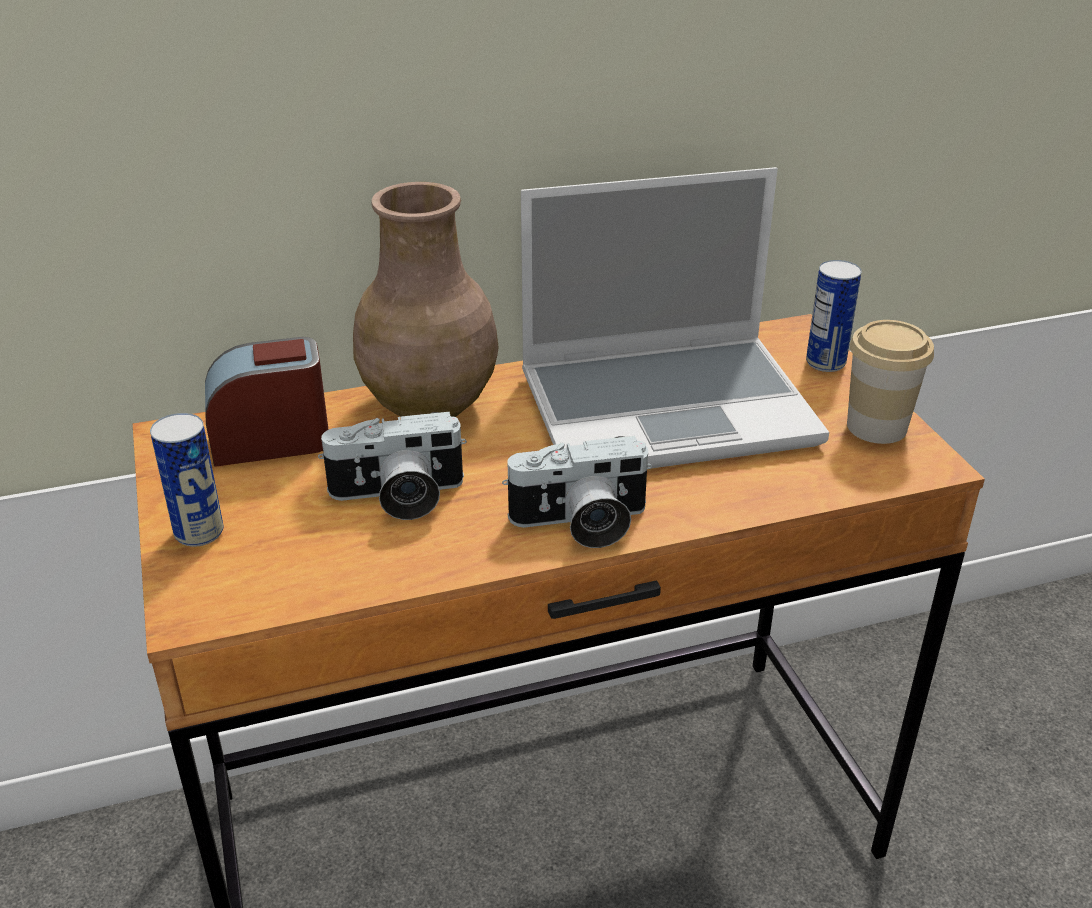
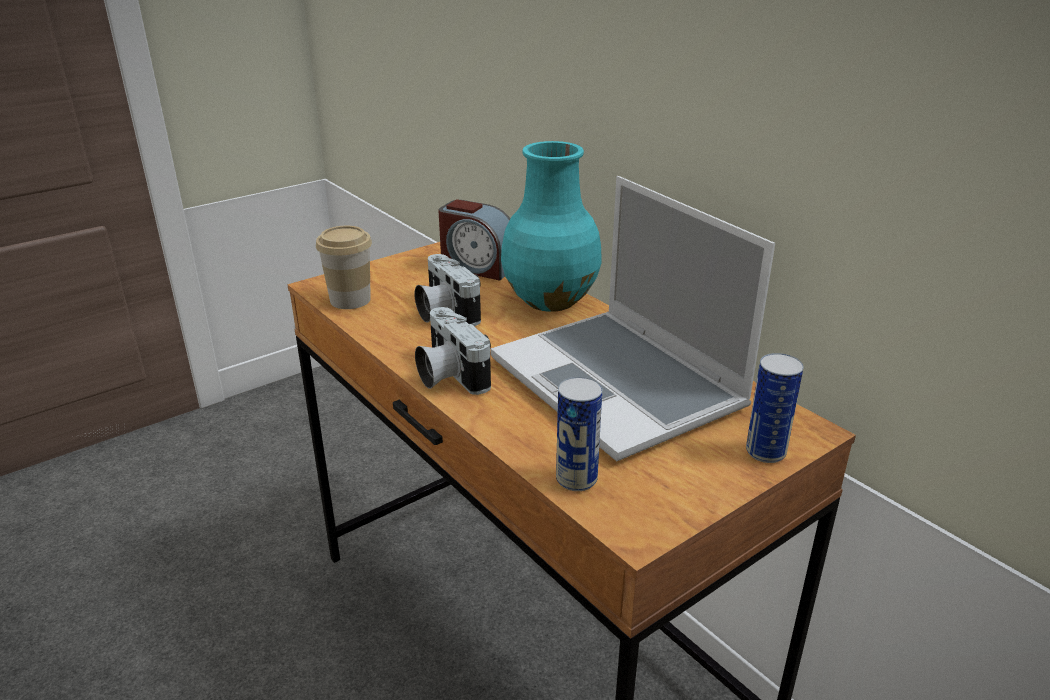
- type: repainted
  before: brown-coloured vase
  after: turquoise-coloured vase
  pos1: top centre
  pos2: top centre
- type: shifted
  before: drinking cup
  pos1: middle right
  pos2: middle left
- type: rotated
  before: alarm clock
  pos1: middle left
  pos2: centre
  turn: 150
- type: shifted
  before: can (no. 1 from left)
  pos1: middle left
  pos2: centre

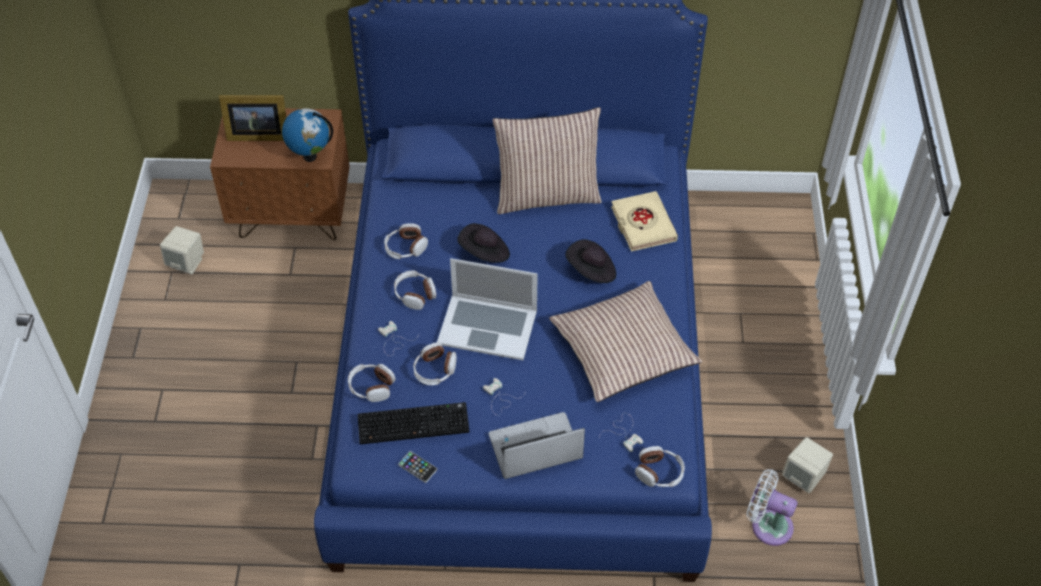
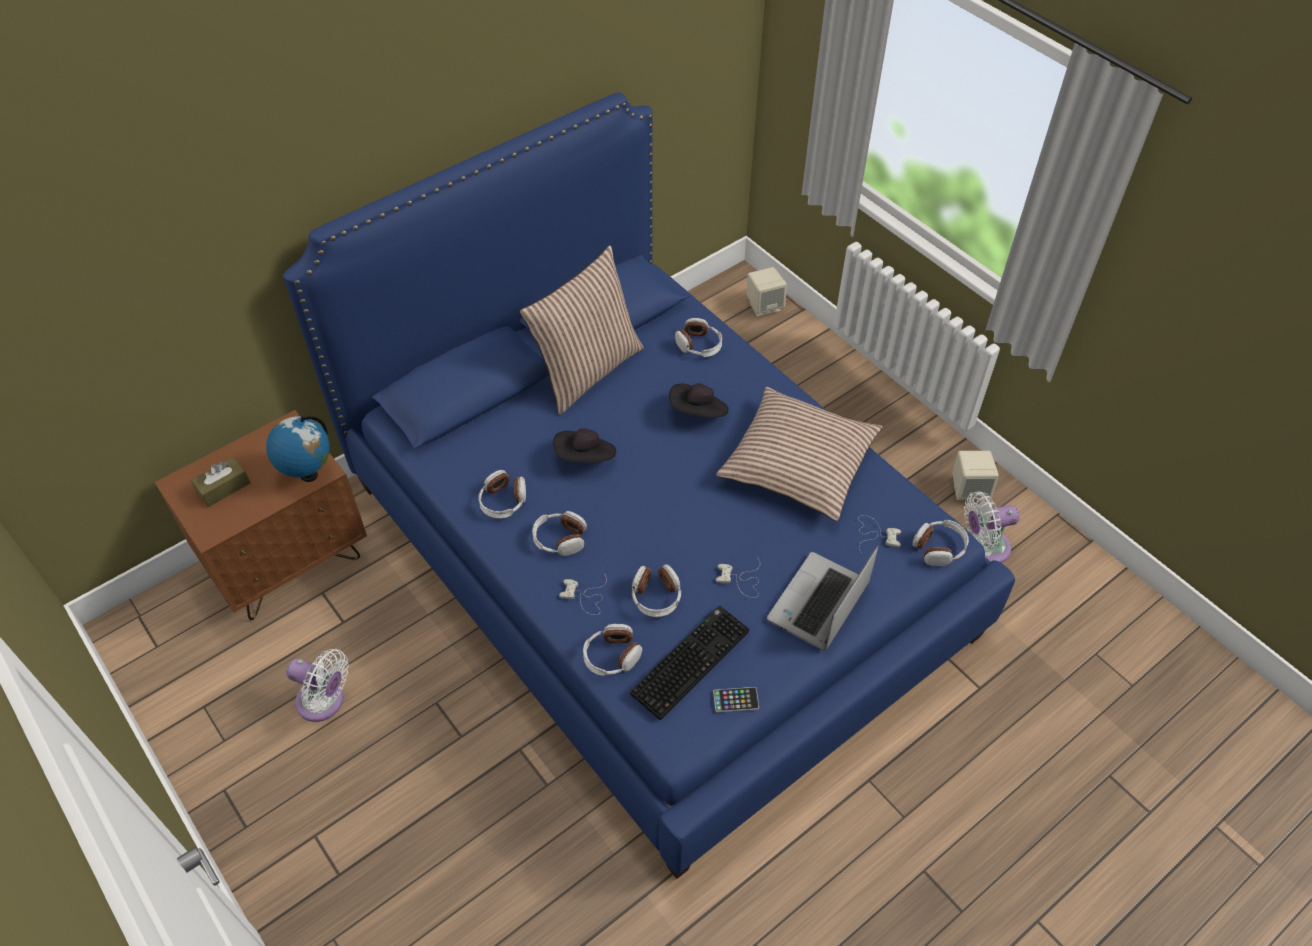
- type: swapped
  before: picture frame
  after: brown-coloured tissue box
  pos1: top left
  pos2: middle left
- type: swapped
  before: beige bound book
  after: headphones (no. 5 from left)
  pos1: centre
  pos2: centre
- type: shifted
  before: beige audio speaker (no. 1 from left)
  pos1: middle left
  pos2: top centre
- type: gone
  before: notebook computer (no. 1 from left)
  pos1: centre
- type: new
  after: white-coloured fan (no. 1 from left)
  pos2: bottom left

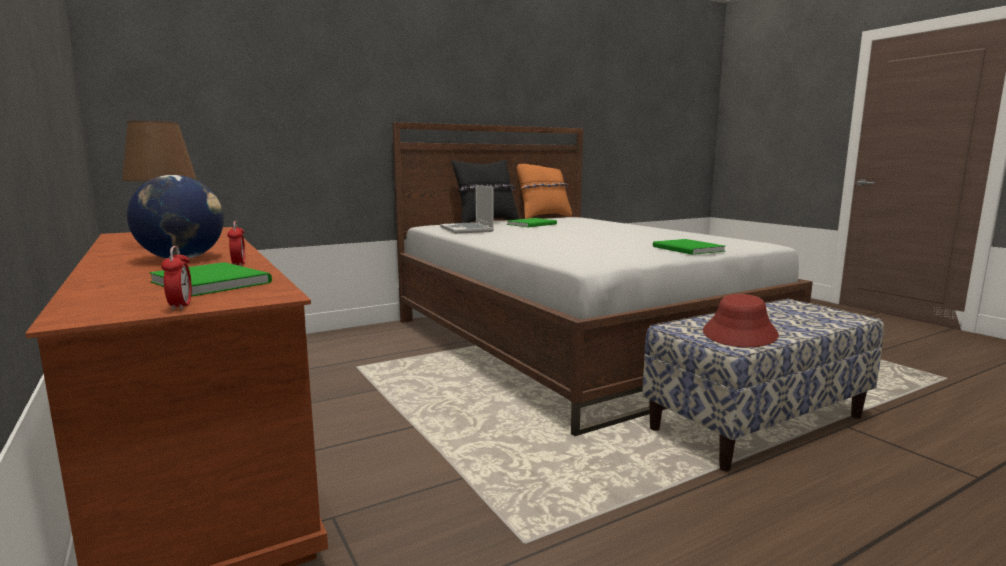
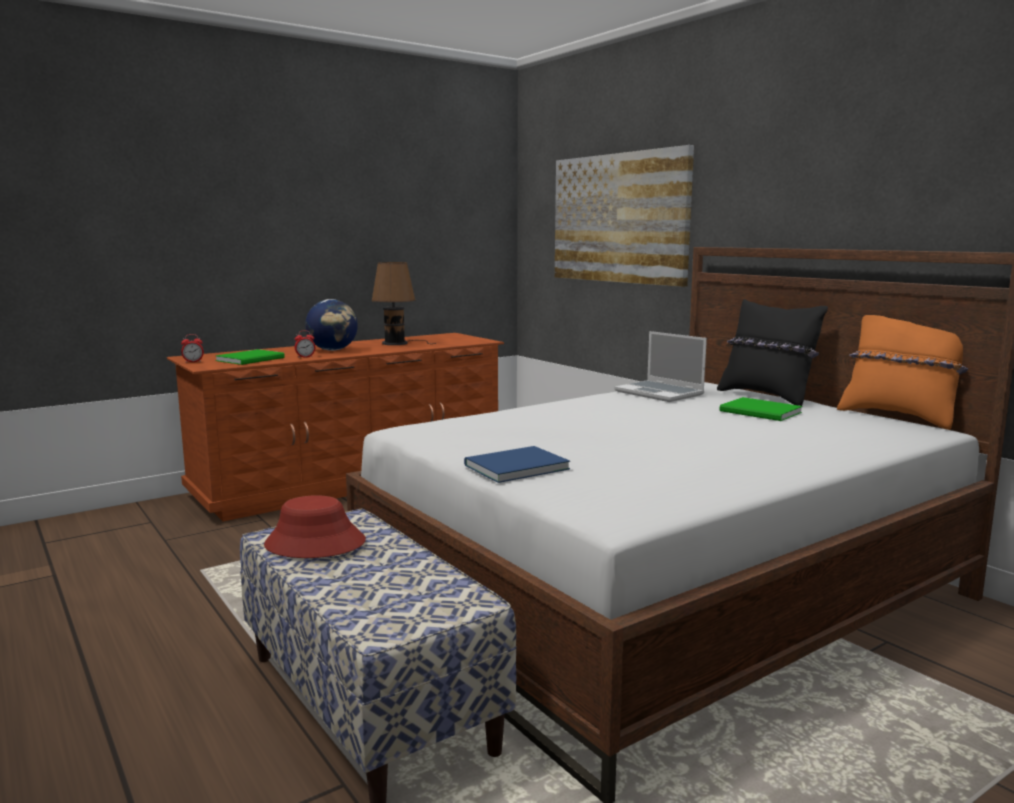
- type: rotated
  before: notebook computer
  pos1: centre
  pos2: centre
  turn: -105
- type: repainted
  before: green-coloured bound book (no. 3 from left)
  after: blue bound book
  pos1: middle right
  pos2: centre
- type: new
  after: wall picture
  pos2: top centre

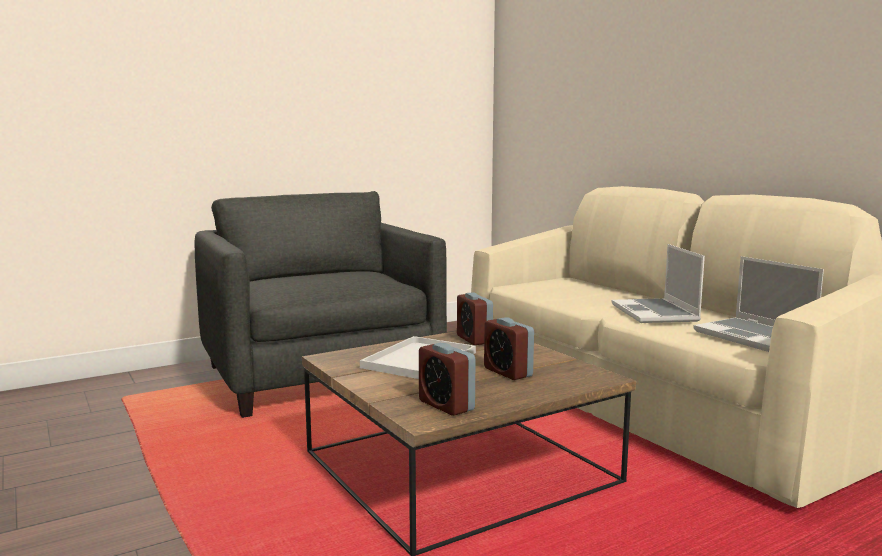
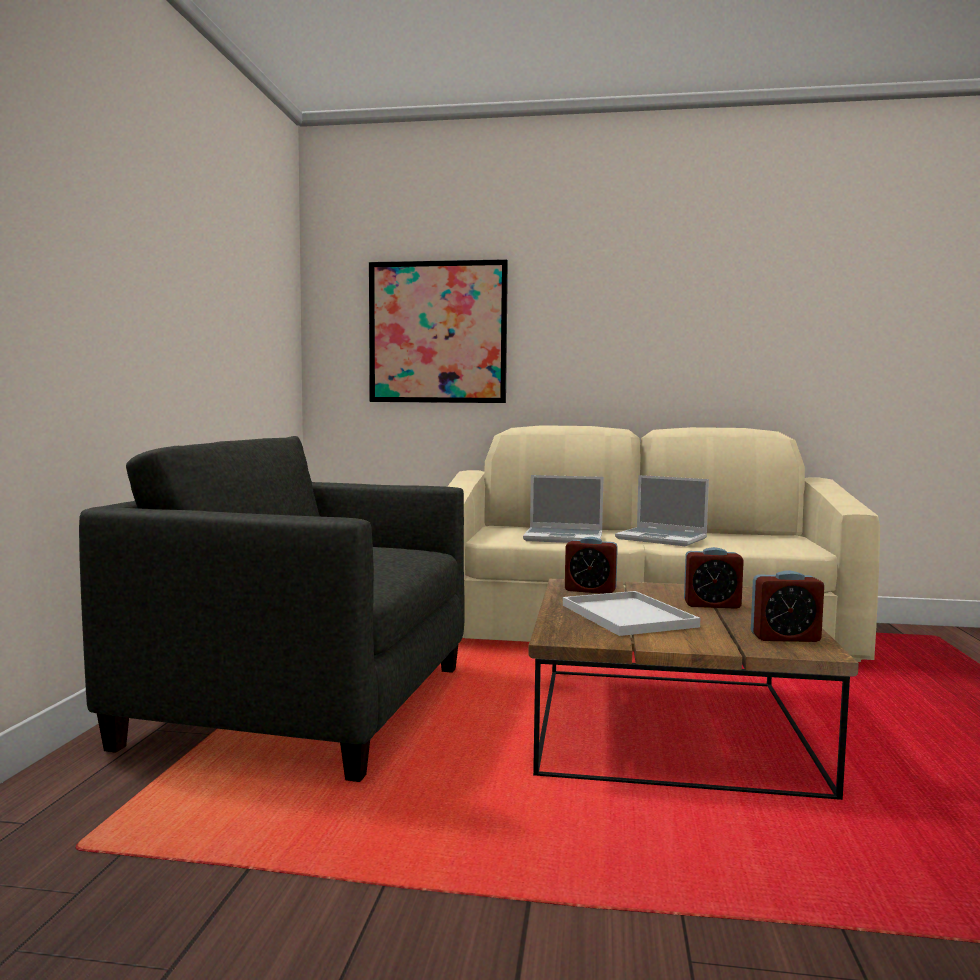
- type: shifted
  before: notebook computer (no. 2 from left in the first image)
  after: notebook computer (no. 1 from left)
  pos1: middle right
  pos2: centre
- type: new
  after: wall picture
  pos2: centre

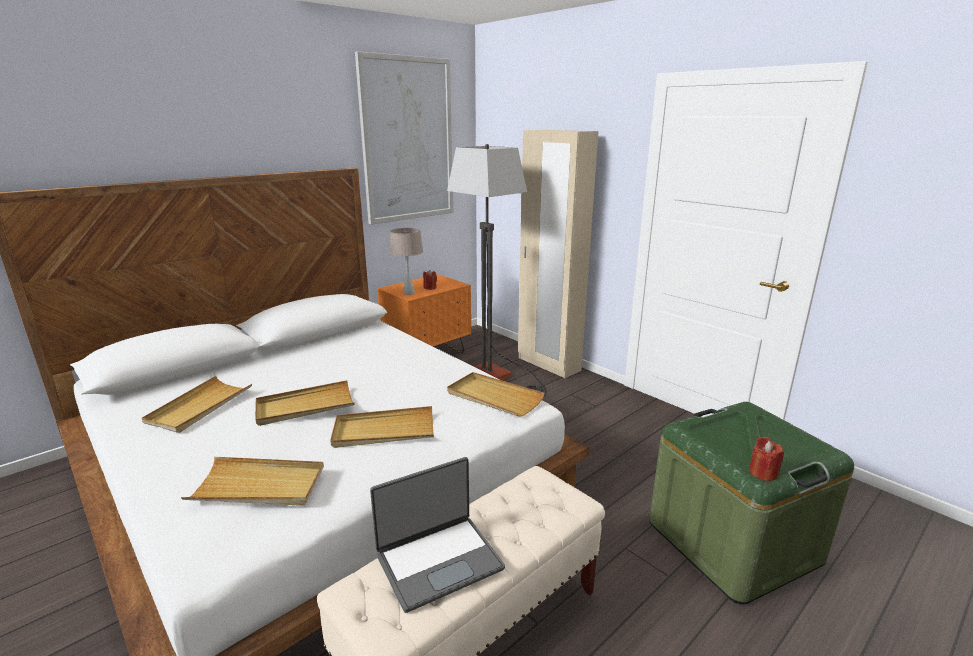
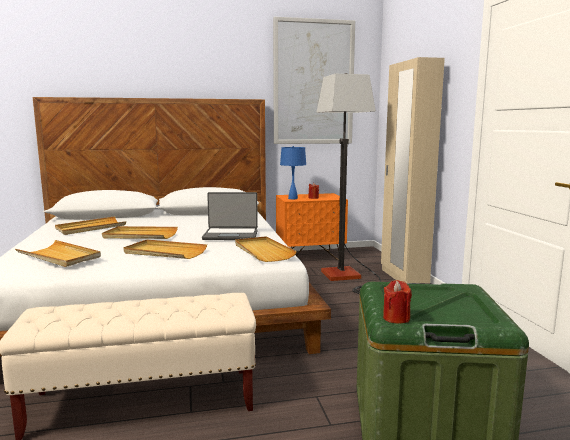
- type: repainted
  before: beige tabletop lamp
  after: blue tabletop lamp
  pos1: centre
  pos2: centre
- type: shifted
  before: notebook computer
  pos1: bottom centre
  pos2: centre

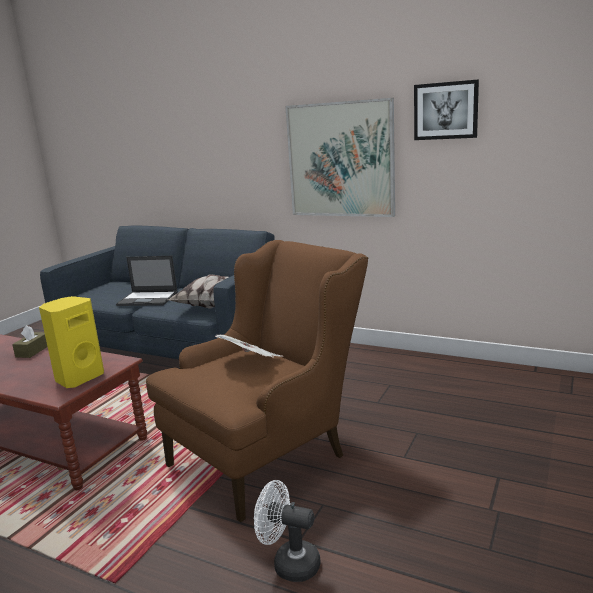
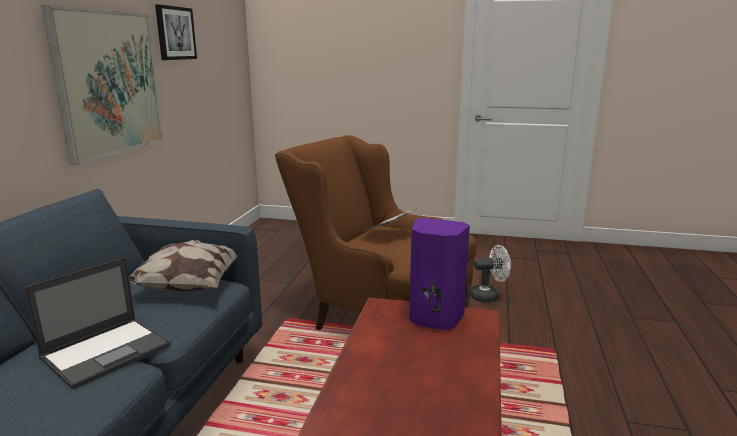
- type: rotated
  before: notebook computer
  pos1: middle left
  pos2: bottom left
  turn: 45
- type: repainted
  before: yellow audio speaker
  after: purple audio speaker
  pos1: middle left
  pos2: centre
- type: gone
  before: brown-coloured tissue box
  pos1: middle left
- type: rotated
  before: white-coloured fan
  pos1: bottom centre
  pos2: centre
  turn: -105

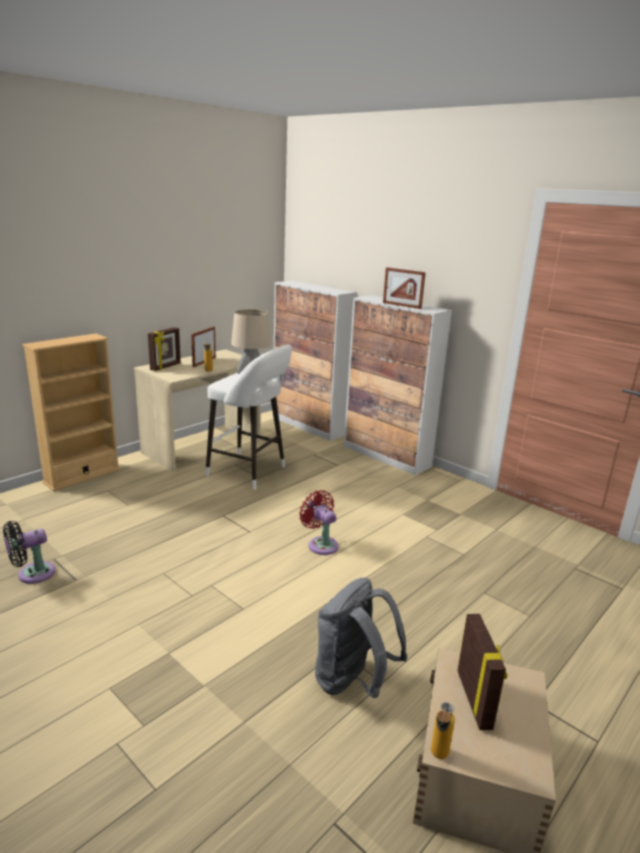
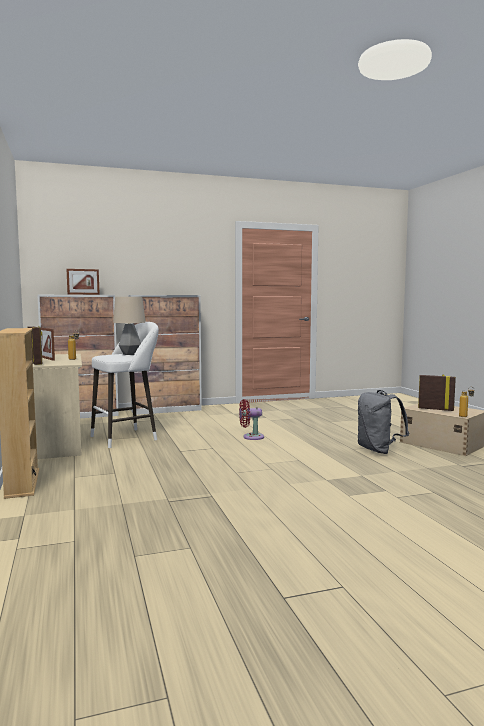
- type: shifted
  before: picture frame (no. 3 from left)
  pos1: centre
  pos2: middle left
- type: gone
  before: black fan
  pos1: middle left

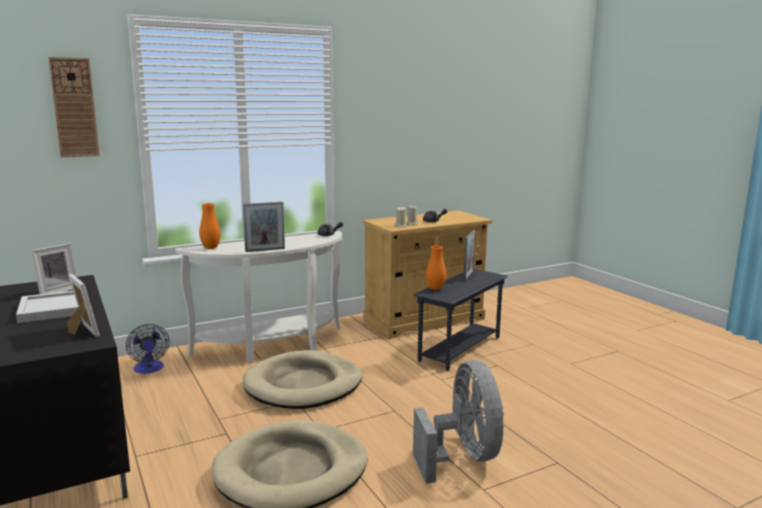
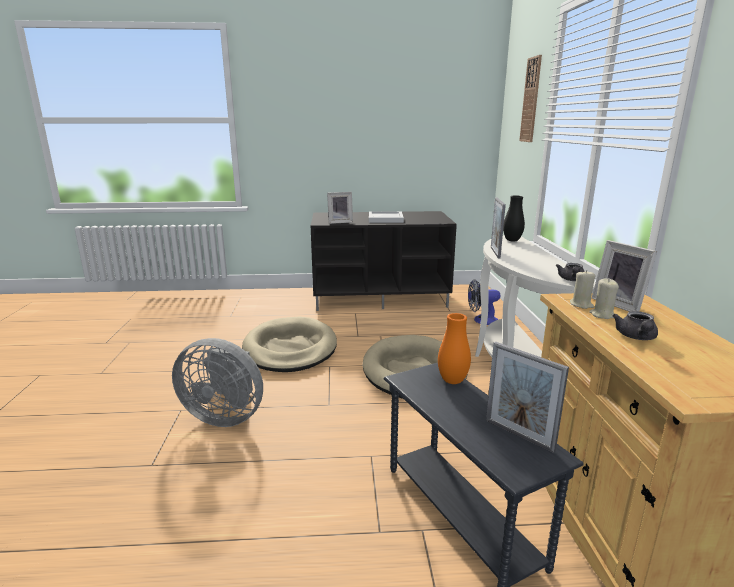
- type: repainted
  before: orange-coloured vase (no. 1 from left)
  after: black vase
  pos1: middle left
  pos2: middle right
- type: shifted
  before: picture frame (no. 1 from left in the first image)
  after: picture frame (no. 4 from left)
  pos1: middle left
  pos2: middle right

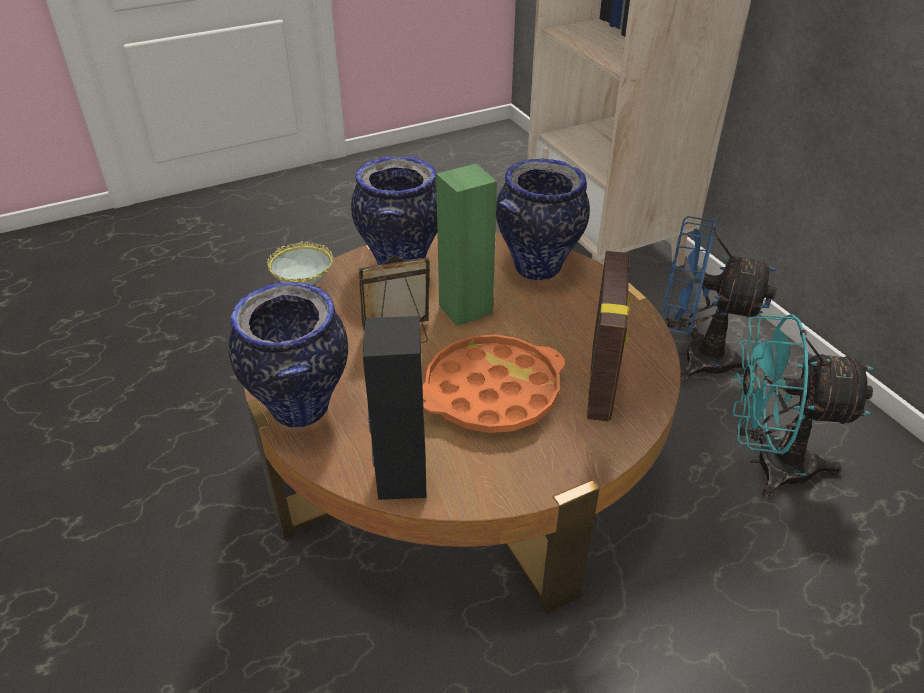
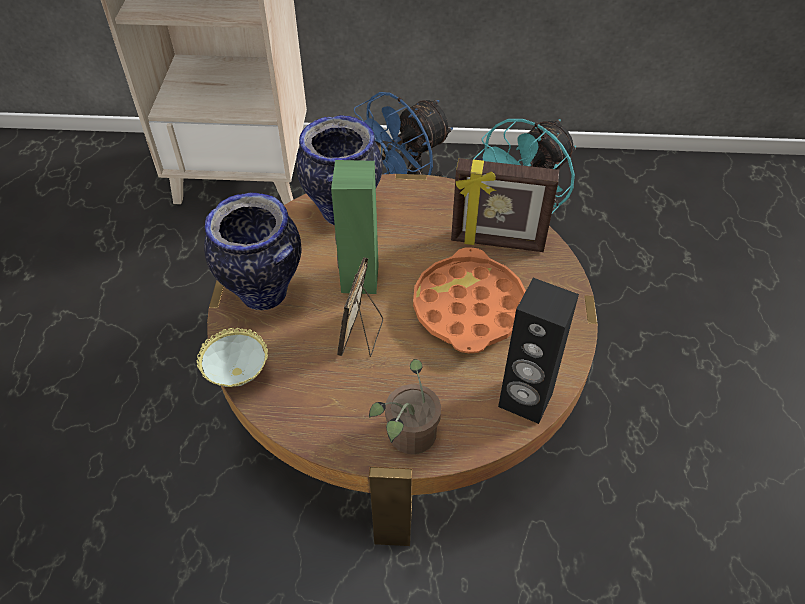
- type: rotated
  before: picture frame (no. 2 from left)
  pos1: centre
  pos2: centre
  turn: 150
- type: swapped
  before: vase (no. 1 from left)
  after: plant in a pot
  pos1: middle left
  pos2: bottom centre

